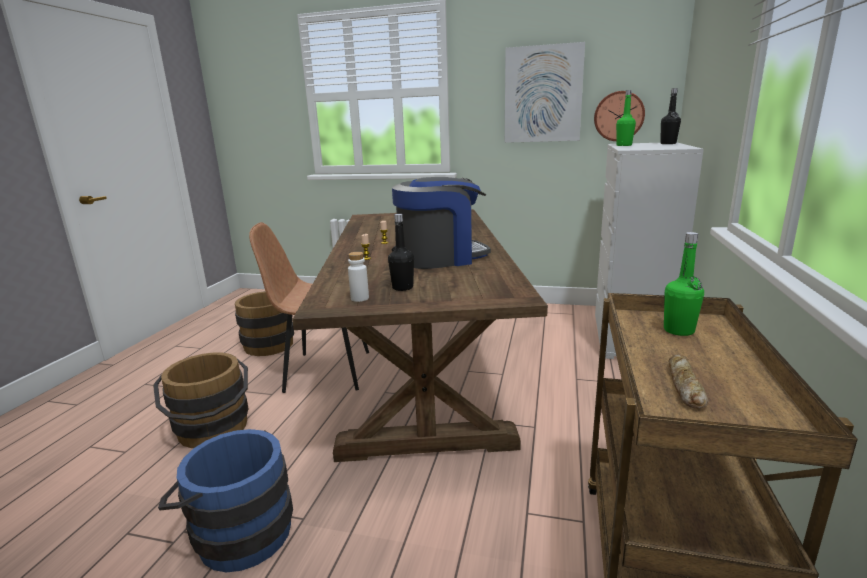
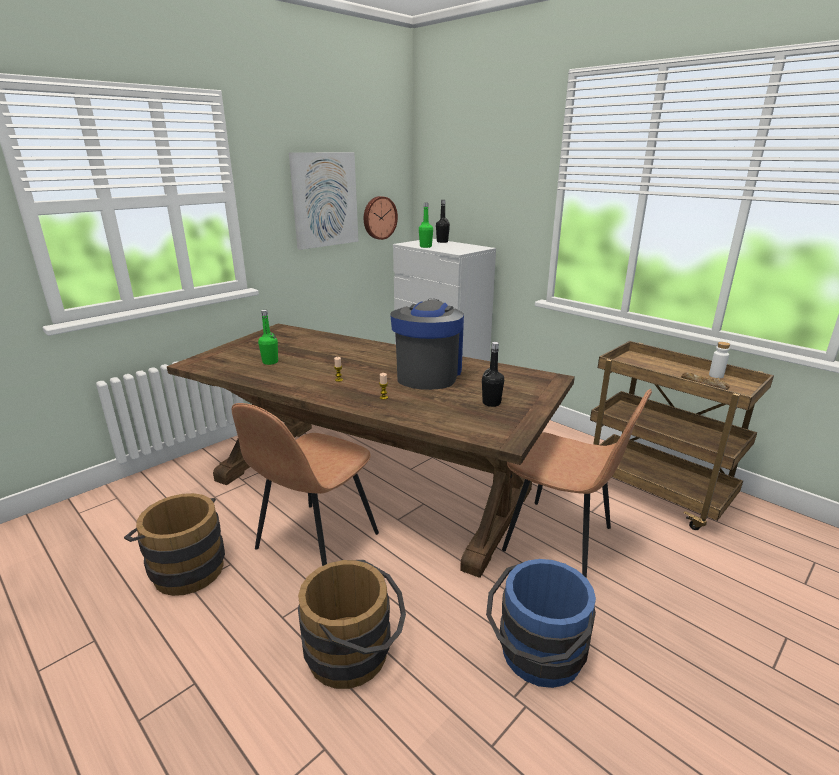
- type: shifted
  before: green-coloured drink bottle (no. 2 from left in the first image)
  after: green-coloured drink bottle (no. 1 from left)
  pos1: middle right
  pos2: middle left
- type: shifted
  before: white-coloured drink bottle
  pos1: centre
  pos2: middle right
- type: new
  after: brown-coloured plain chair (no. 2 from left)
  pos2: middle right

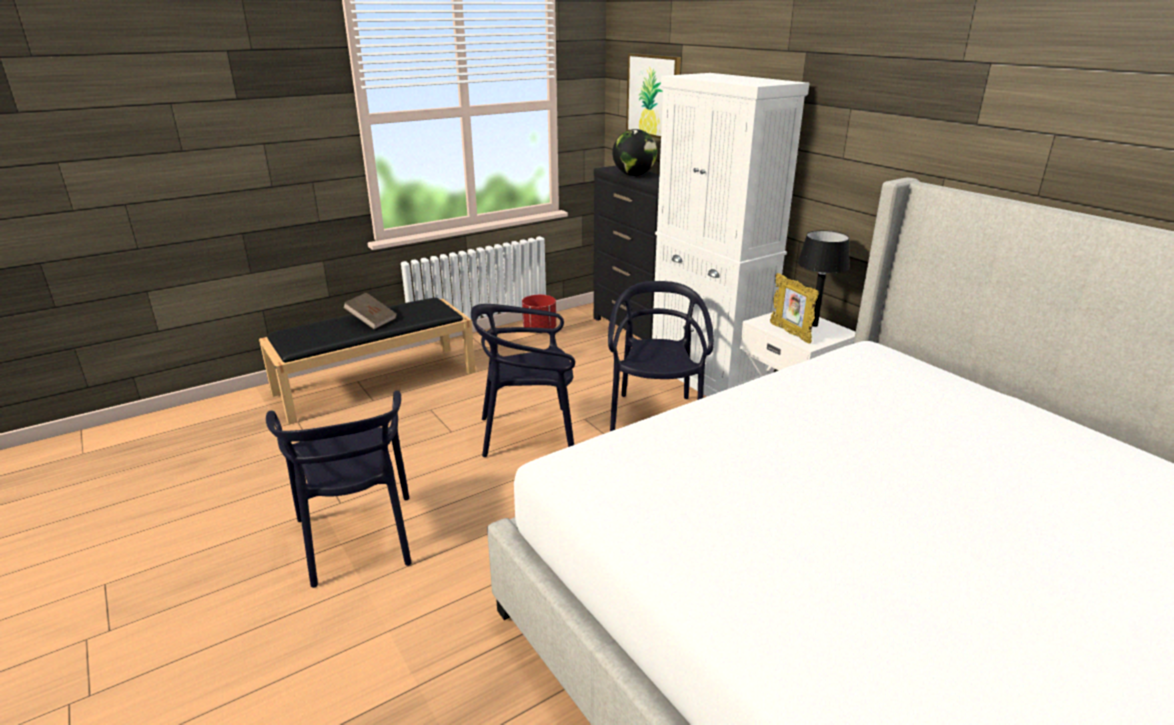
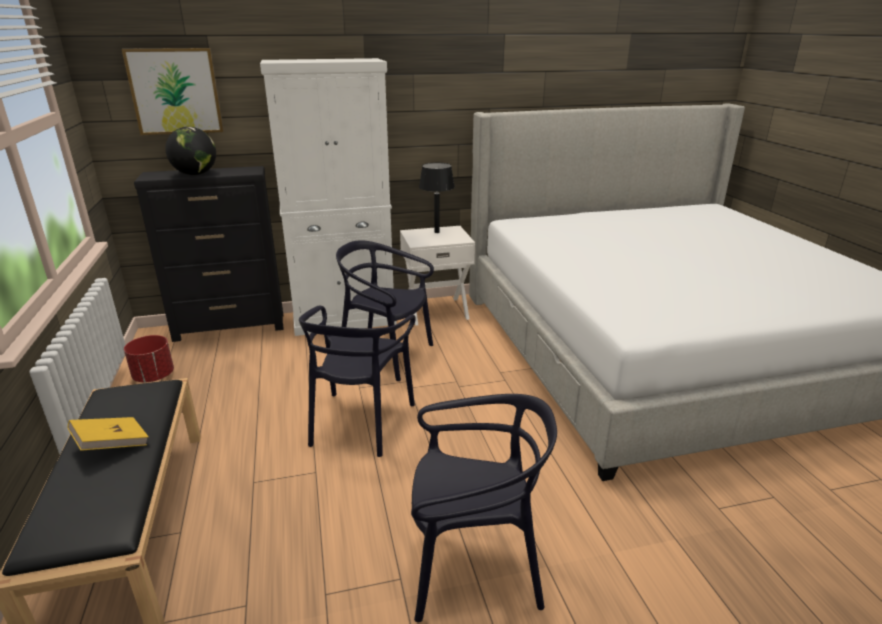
- type: gone
  before: picture frame
  pos1: middle right
- type: repainted
  before: brown-coloured bound book
  after: yellow bound book
  pos1: middle left
  pos2: bottom left

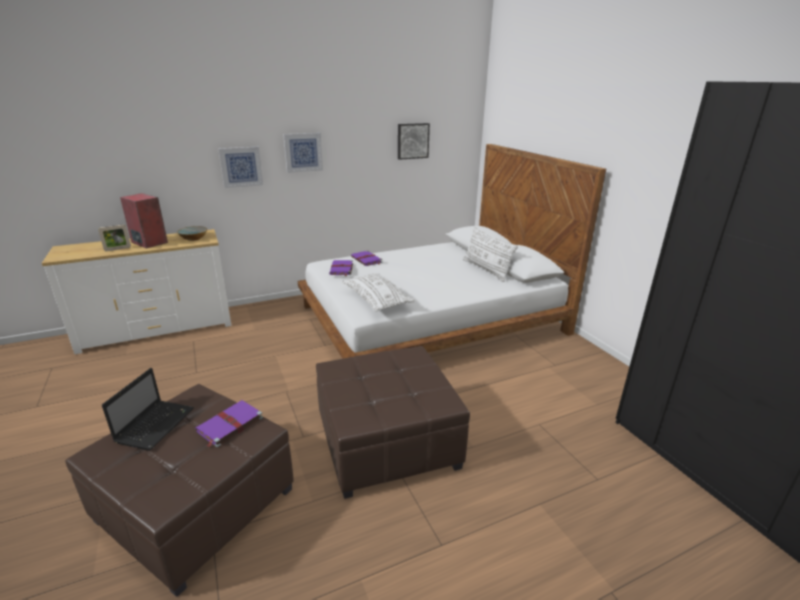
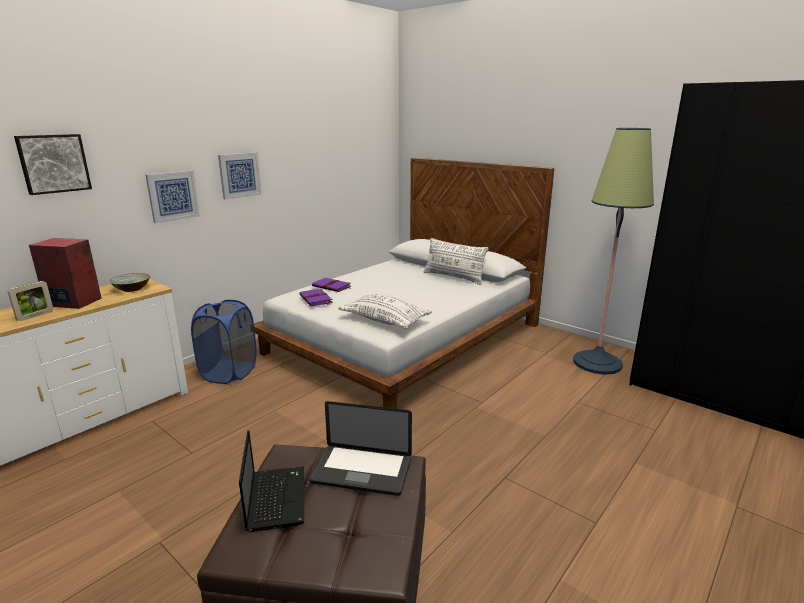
- type: shifted
  before: wall picture (no. 3 from left in the first image)
  after: wall picture (no. 1 from left)
  pos1: top centre
  pos2: top left
- type: gone
  before: brown-coloured pouffe (no. 2 from left)
  pos1: bottom centre
- type: swapped
  before: purple bound book (no. 1 from left)
  after: notebook computer (no. 2 from left)
  pos1: bottom left
  pos2: bottom centre
- type: new
  after: floor lamp
  pos2: middle right
- type: new
  after: blue washing basket
  pos2: middle left

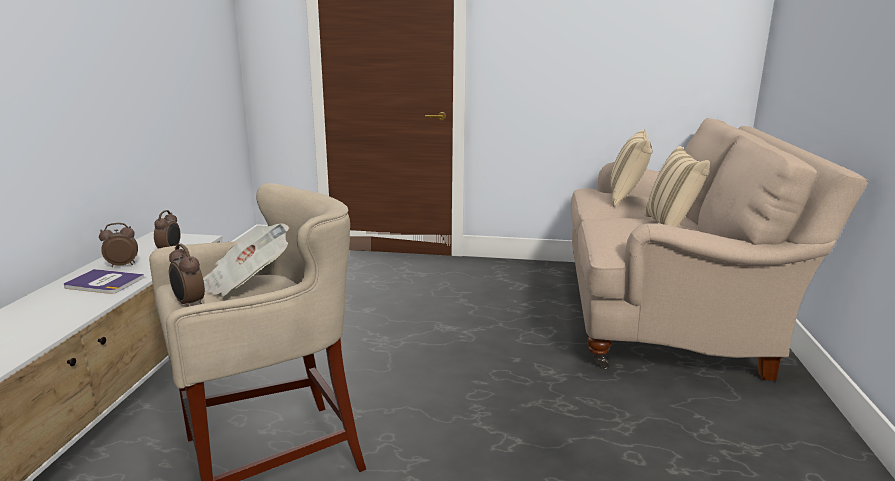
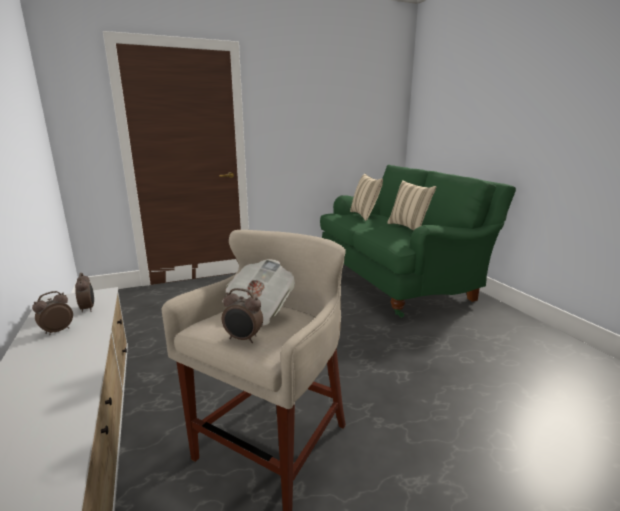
- type: repainted
  before: beige sofa
  after: green-coloured sofa
  pos1: middle right
  pos2: middle right
- type: gone
  before: bound book
  pos1: middle left

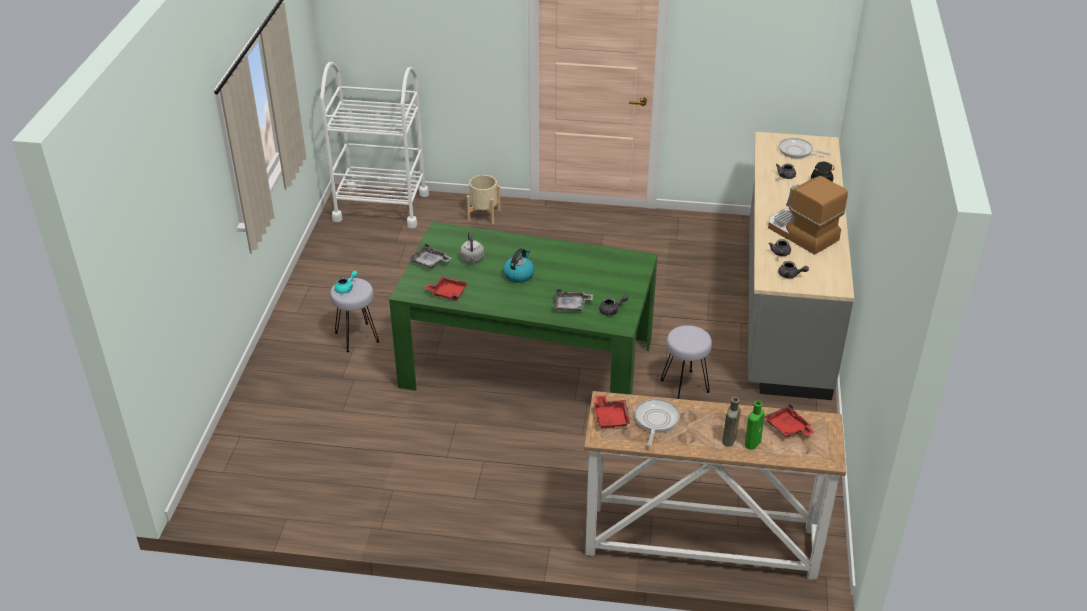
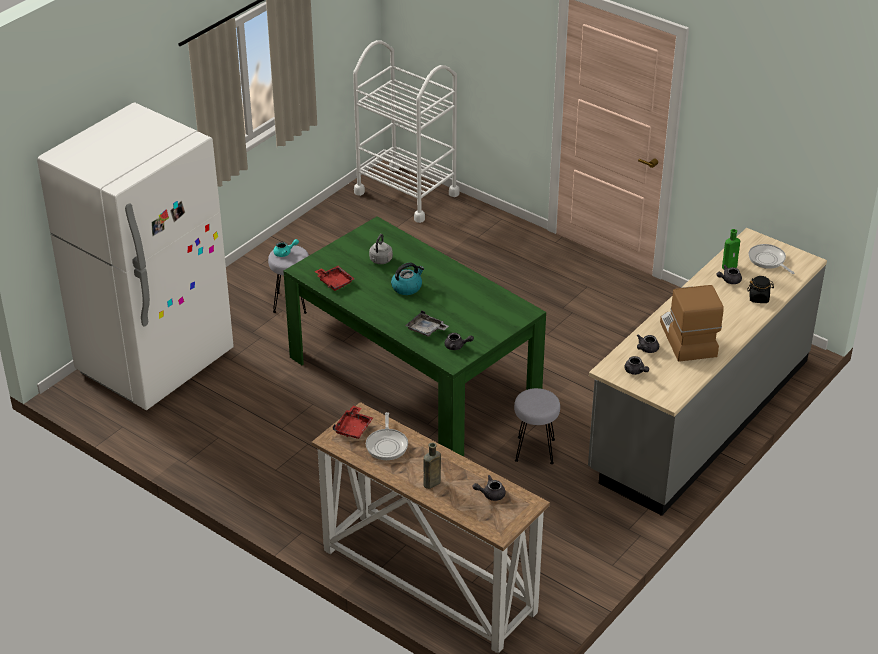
- type: gone
  before: beige flower pot
  pos1: top centre
- type: gone
  before: gray tray (no. 1 from left)
  pos1: centre
- type: rotated
  before: pan (no. 1 from left)
  pos1: bottom centre
  pos2: bottom centre
  turn: 135
- type: shifted
  before: green-coloured drink bottle
  pos1: bottom right
  pos2: middle right
- type: swapped
  before: reddish tray (no. 3 from left)
  after: gray pot for tea (no. 2 from left)
  pos1: bottom right
  pos2: bottom centre
- type: new
  after: white-coloured kitchen fridge
  pos2: middle left

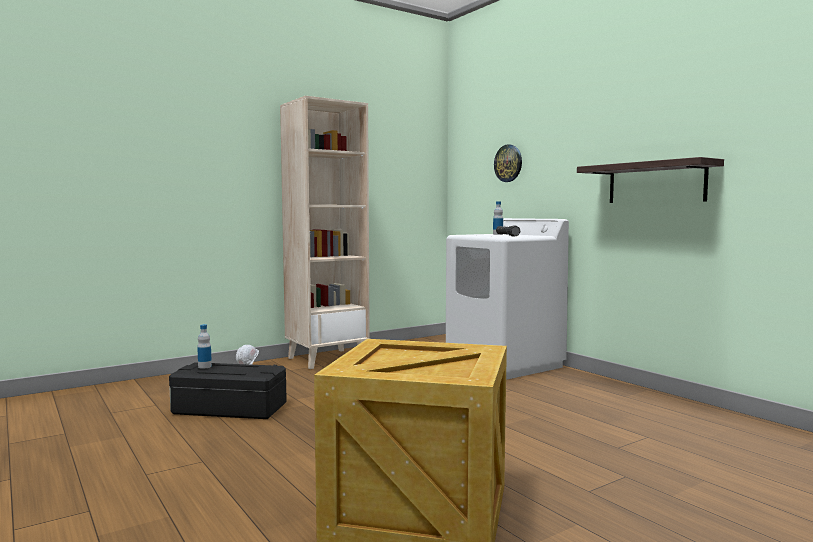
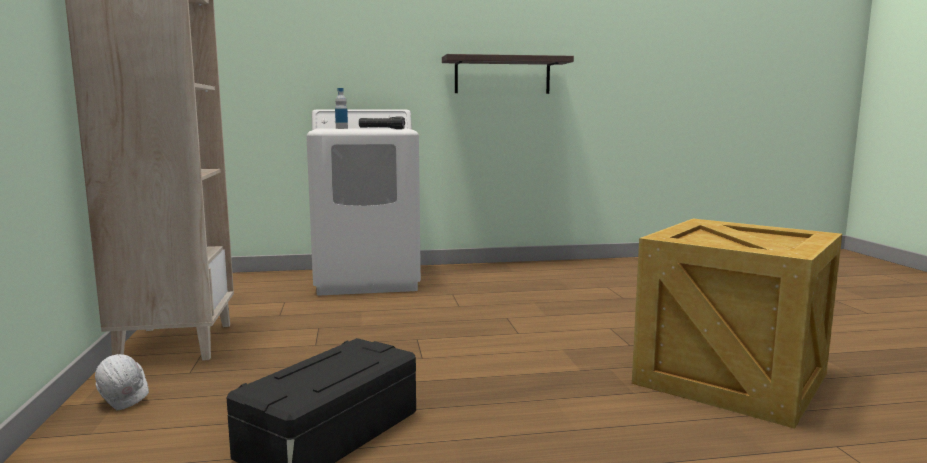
- type: gone
  before: wall clock
  pos1: top centre
- type: gone
  before: drink bottle (no. 1 from left)
  pos1: middle left

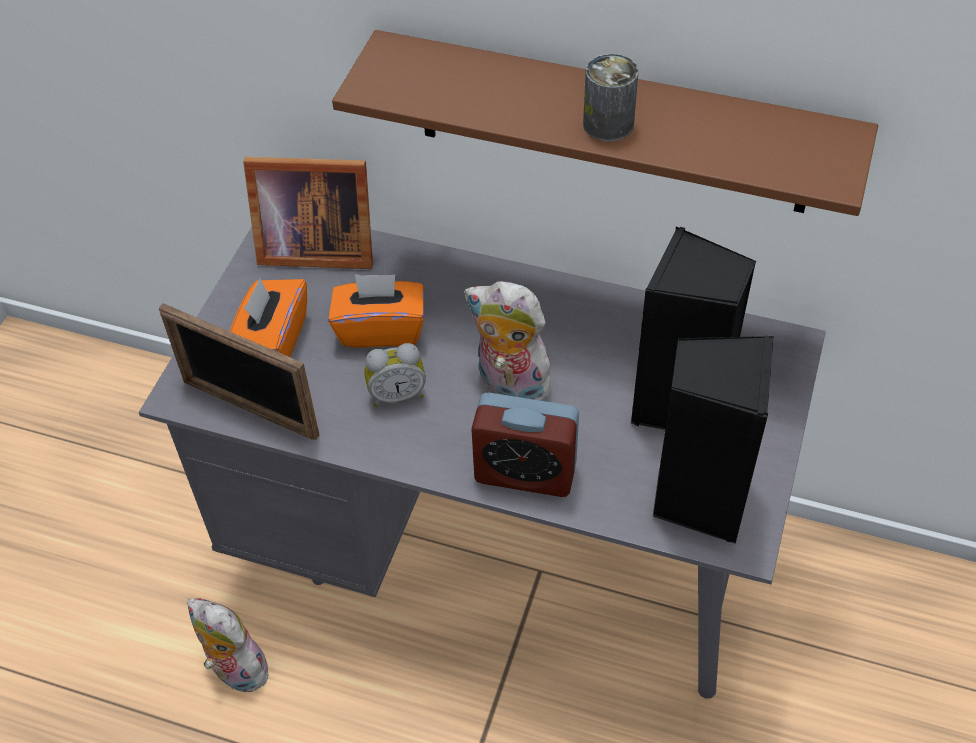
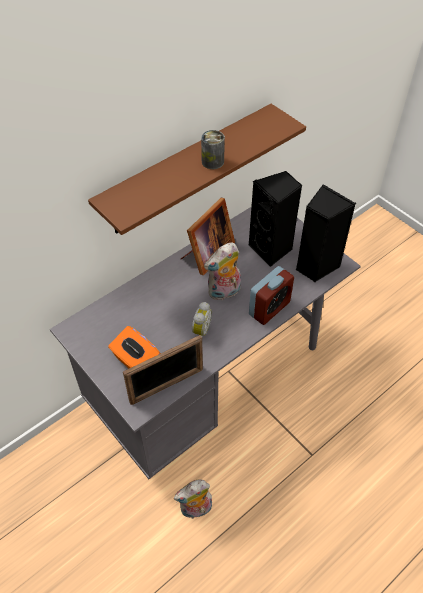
- type: shifted
  before: picture frame (no. 2 from left)
  pos1: top left
  pos2: centre
- type: gone
  before: orange-coloured tissue box (no. 2 from left)
  pos1: centre

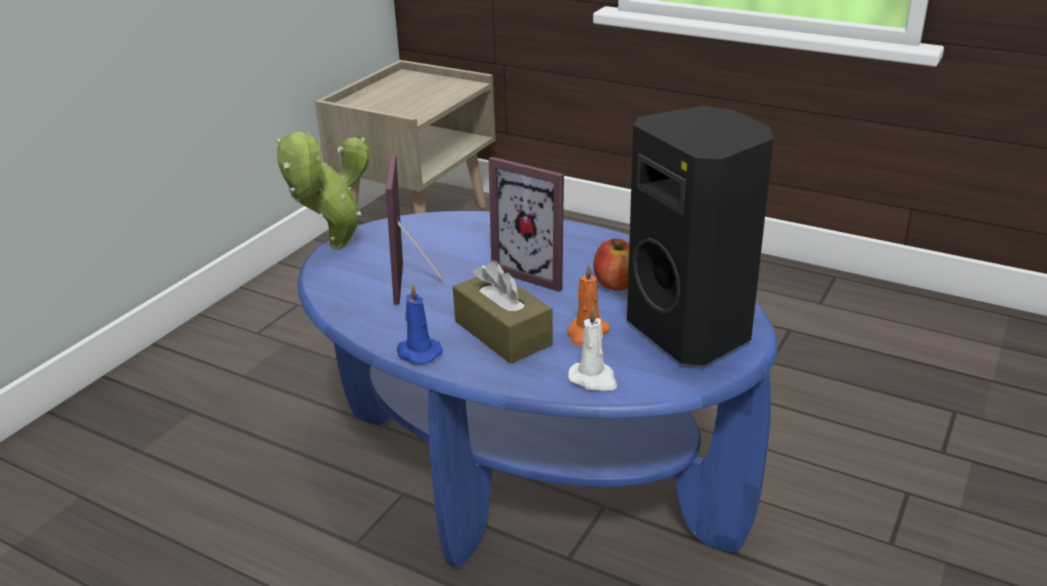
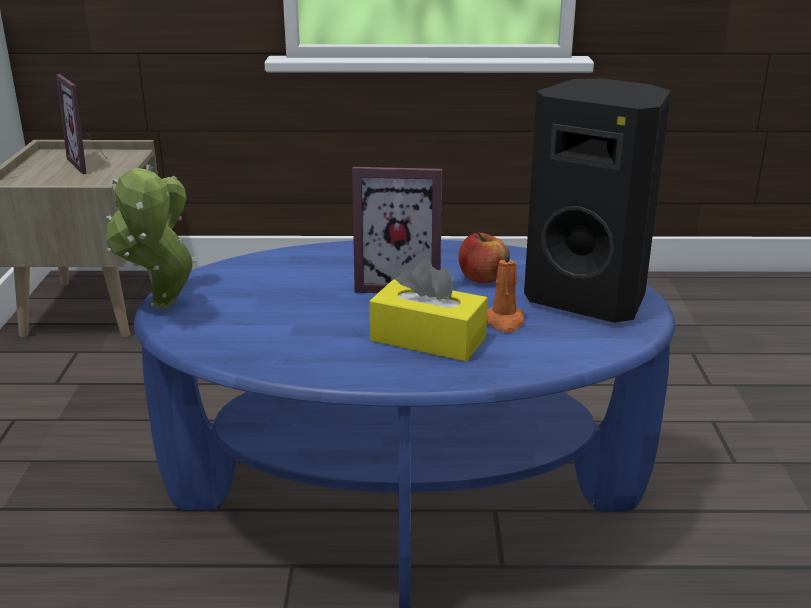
- type: shifted
  before: picture frame (no. 1 from left)
  pos1: centre
  pos2: top left
- type: repainted
  before: brown-coloured tissue box
  after: yellow tissue box
  pos1: centre
  pos2: centre
- type: gone
  before: blue wax candle
  pos1: centre
- type: gone
  before: white-coloured wax candle
  pos1: centre

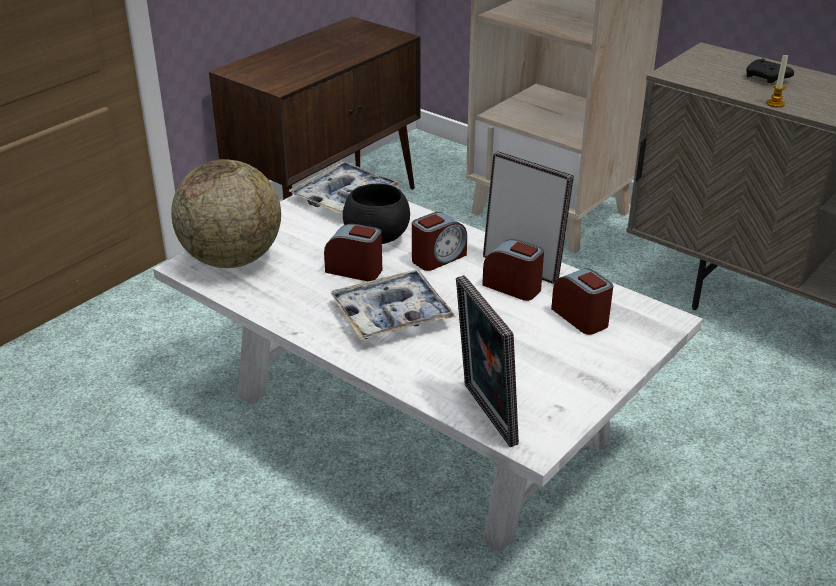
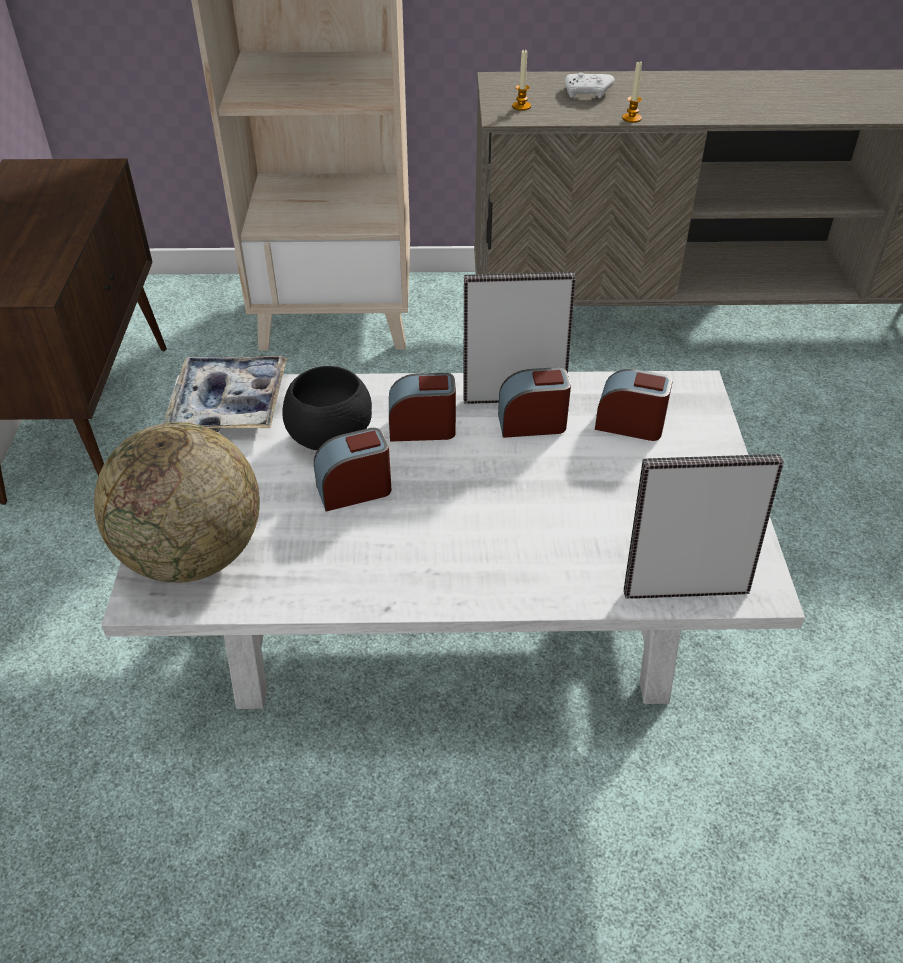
- type: repainted
  before: black gamepad
  after: white-coloured gamepad
  pos1: top right
  pos2: top centre
- type: rotated
  before: alarm clock (no. 2 from left)
  pos1: centre
  pos2: centre
  turn: -105
- type: gone
  before: tray (no. 2 from left)
  pos1: centre
- type: rotated
  before: picture frame (no. 1 from left in the first image)
  pos1: centre
  pos2: middle right
  turn: 150
- type: new
  after: wax candle (no. 1 from left)
  pos2: top centre

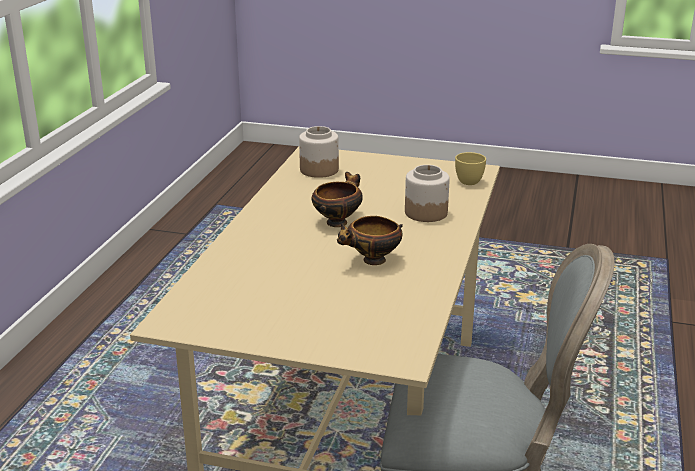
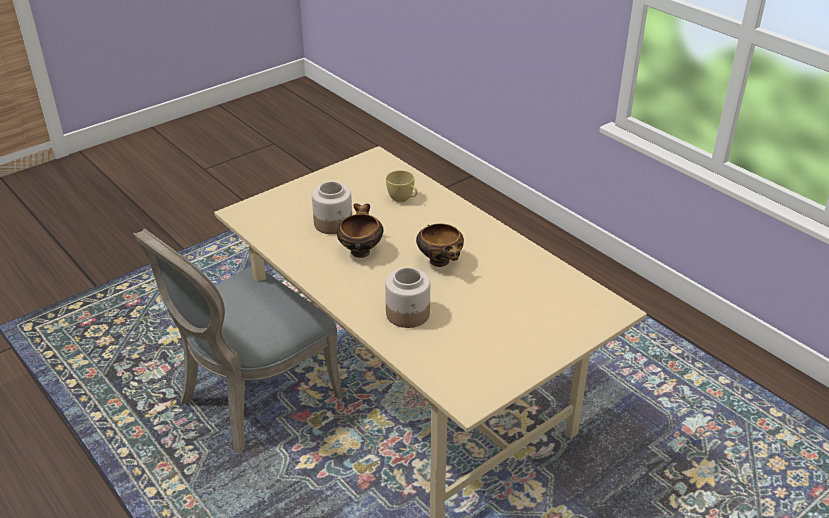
- type: shifted
  before: storage jar (no. 1 from left)
  pos1: top centre
  pos2: centre
- type: shifted
  before: yellow drinking cup
  pos1: middle right
  pos2: centre

